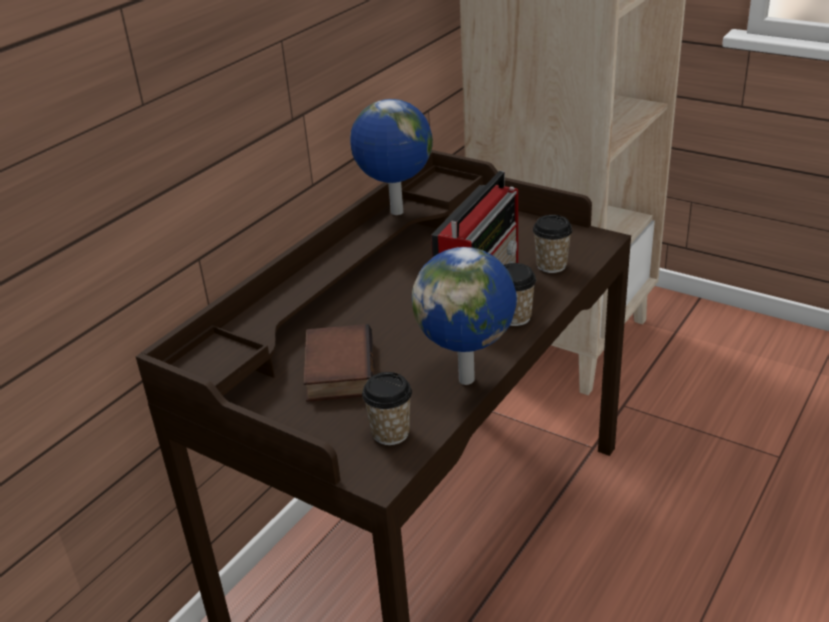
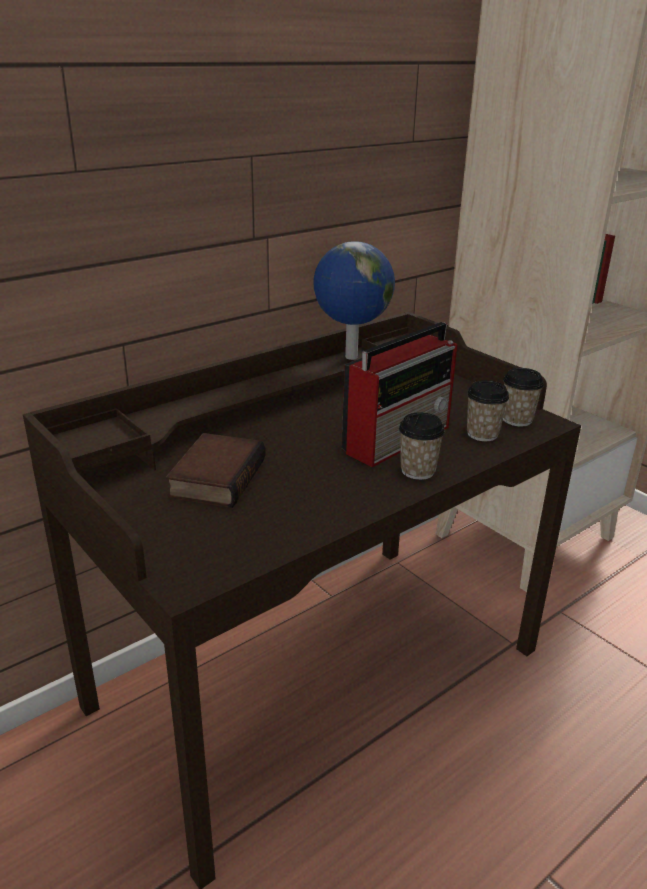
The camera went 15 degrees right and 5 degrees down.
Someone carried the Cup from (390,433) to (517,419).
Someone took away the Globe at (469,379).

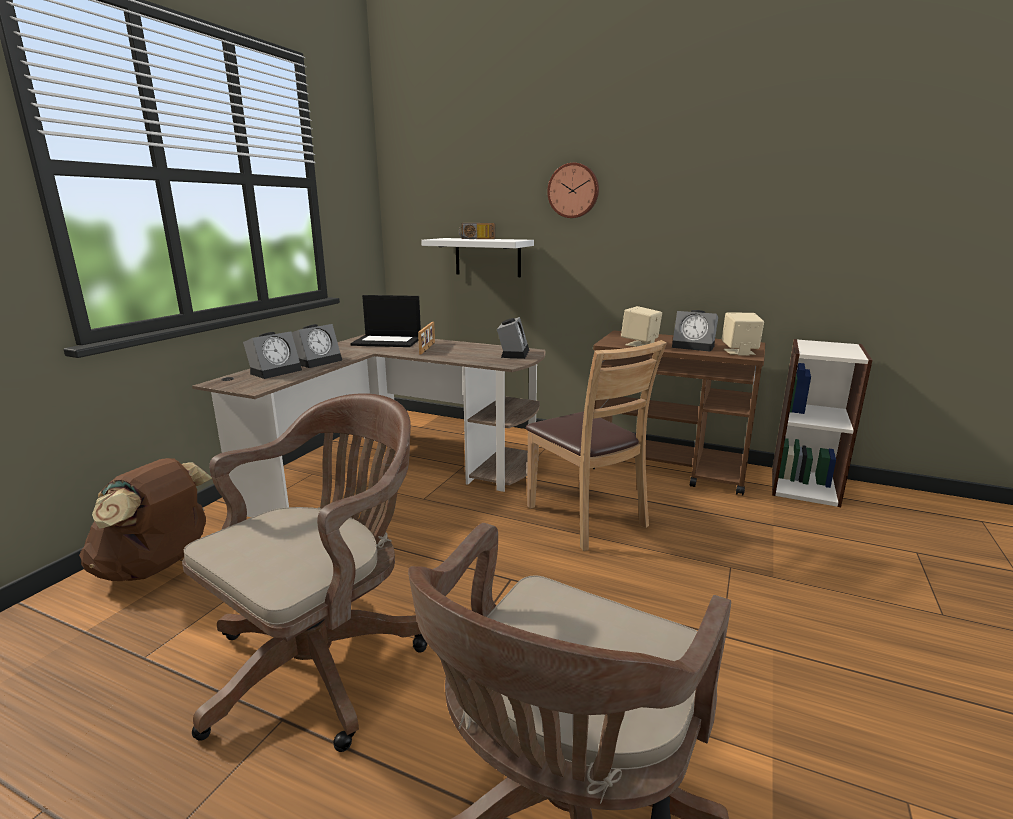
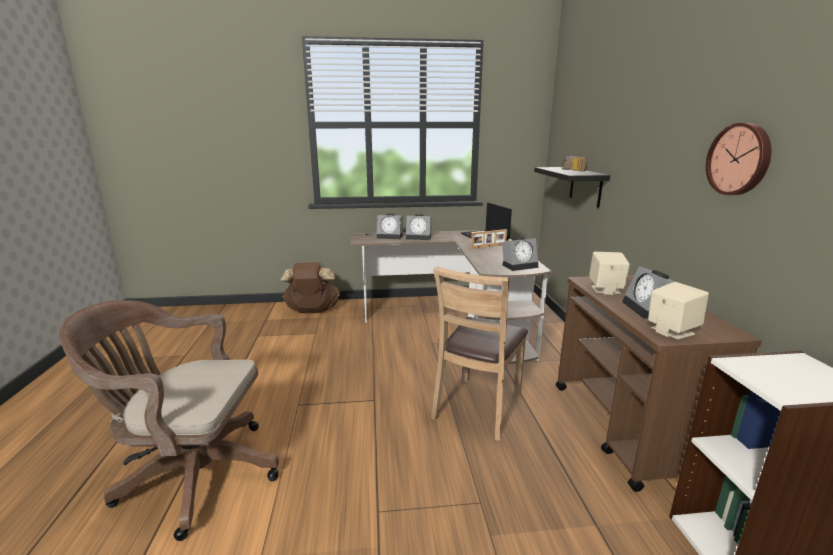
The camera went 60 degrees right and 0 degrees up.
Someone took away the BrownOfficeChair at (324,660).
Someone repainted the WhiteShelf at (487,257), which became the BlackShelf at (585,186).
Someone carried the WallClock from (573,190) to (740,159).

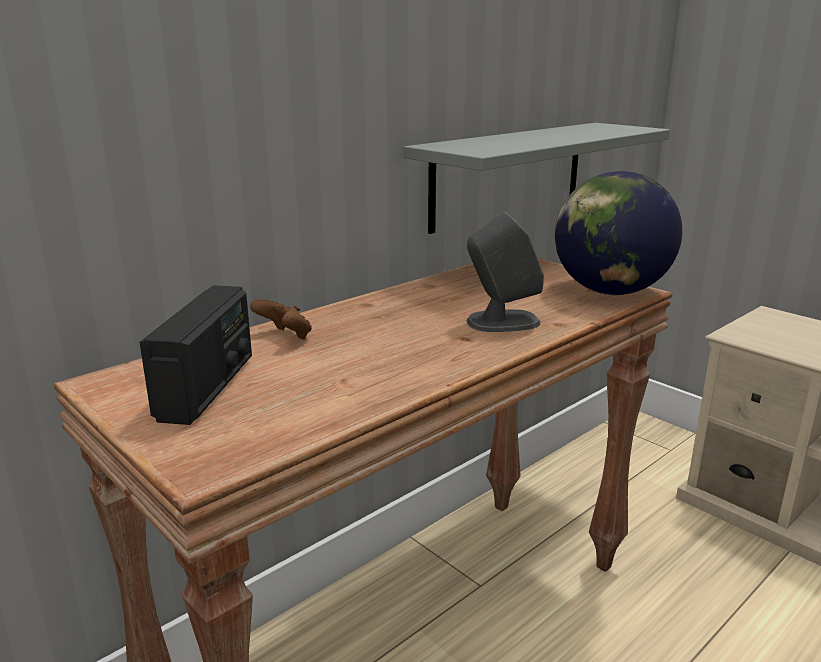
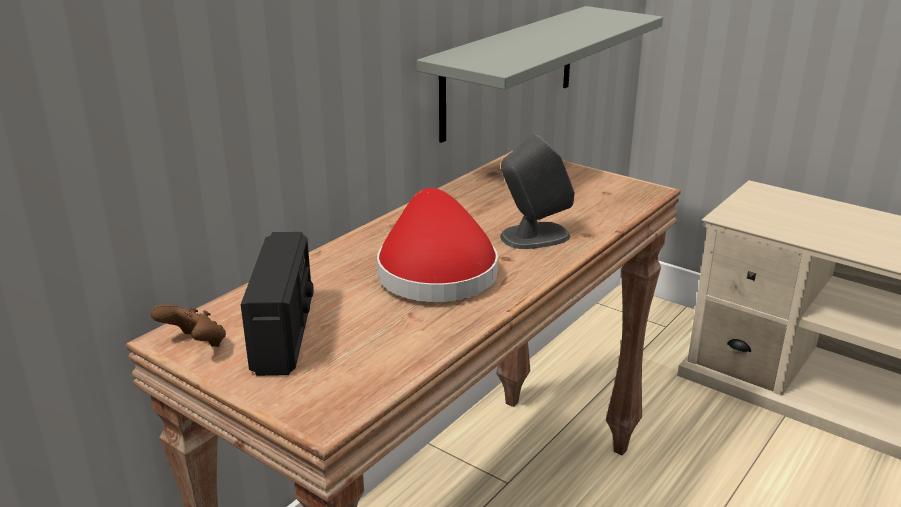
The camera went 10 degrees left and 5 degrees up.
Someone carried the BrownGameController from (285,337) to (195,345).
Someone took away the Globe at (610,291).
Someone put down the RedHat at (435,270).

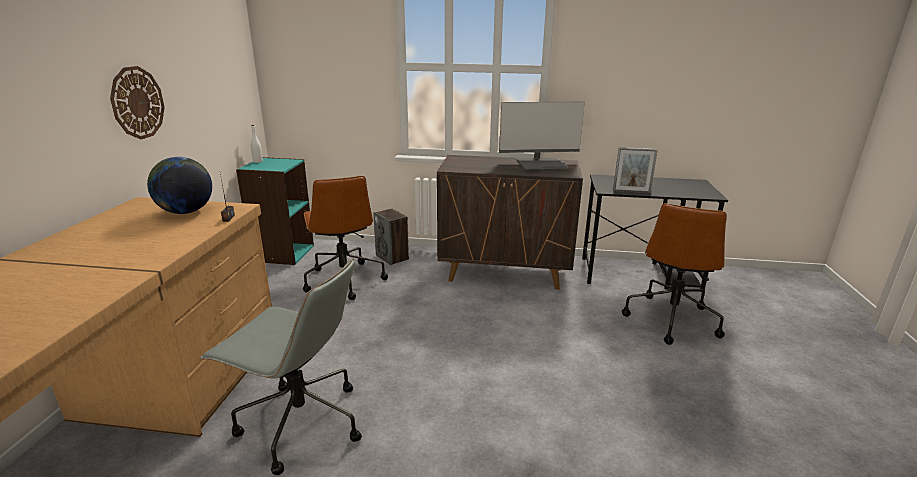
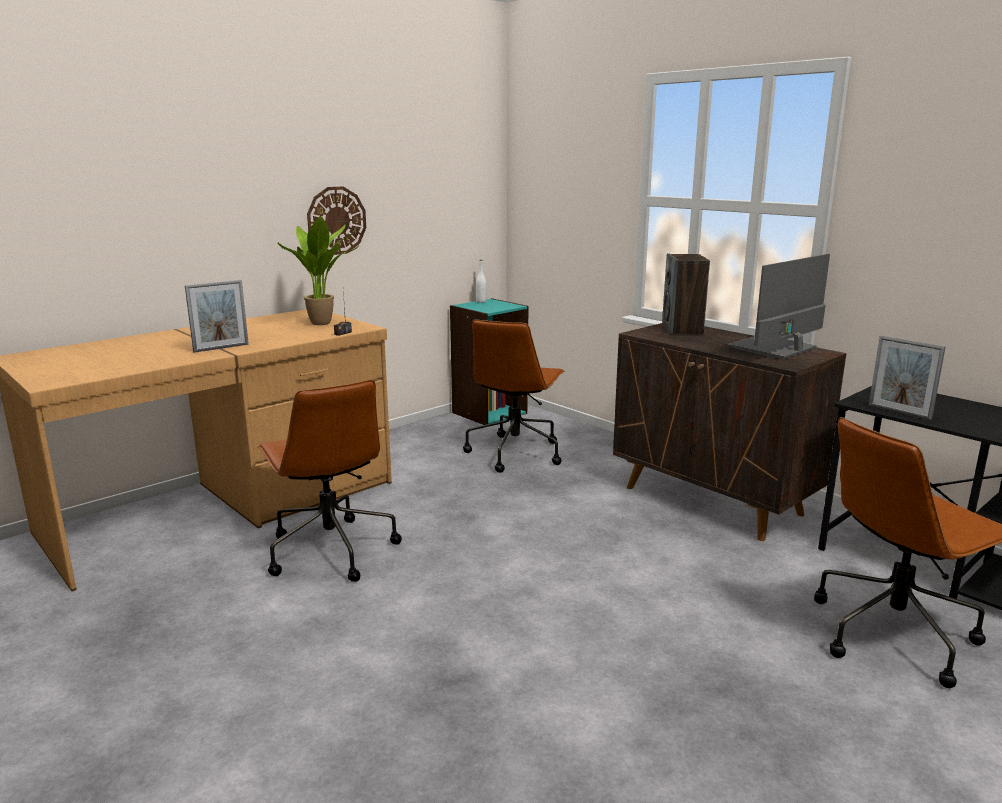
The camera went 40 degrees right and 5 degrees down.
Someone swapped the Globe at (186,212) for the PottedPlant at (324,323).
Someone repainted the GreyOfficeChair at (300,423), which became the BrownOfficeChair at (330,550).
Someone carried the Speaker from (392,257) to (682,329).
Someone rotated the Monitor at (541,164) by 105 degrees clockwise.
Someone put down the PictureFrame at (221,348).

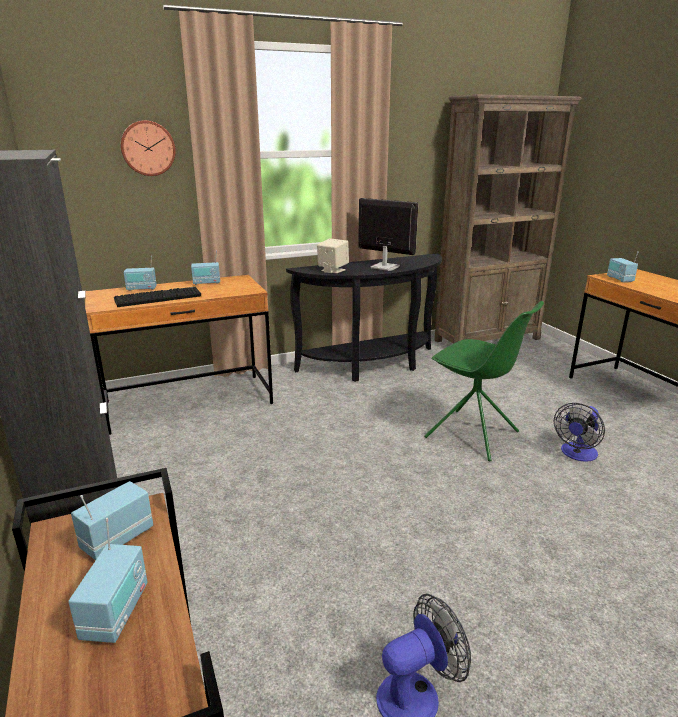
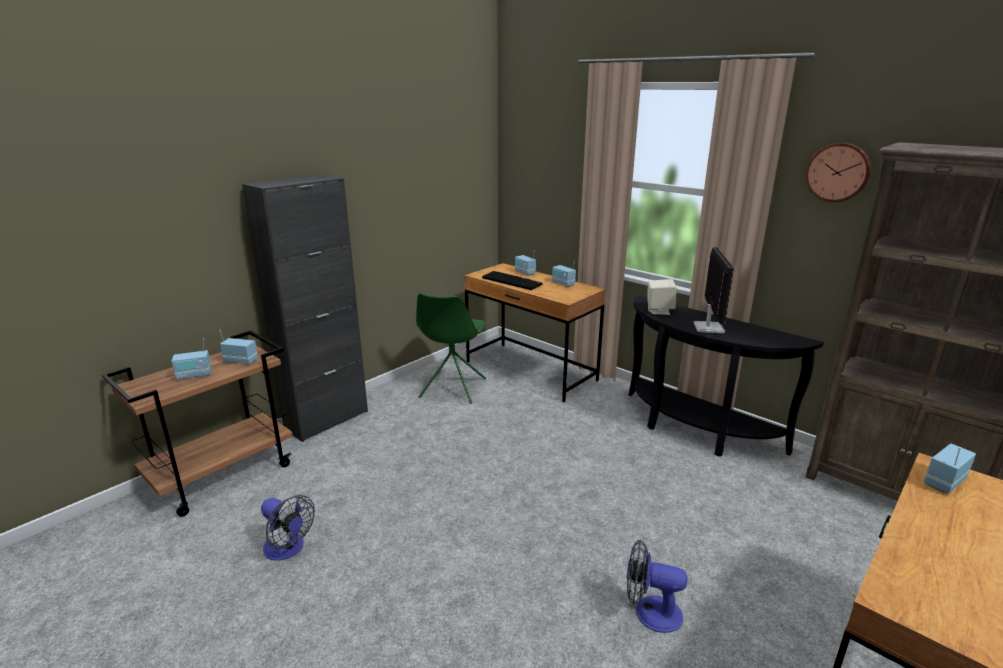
The camera went 65 degrees right and 0 degrees up.
Someone carried the WallClock from (148,148) to (838,172).
Someone carried the GreenChair from (473,435) to (452,388).

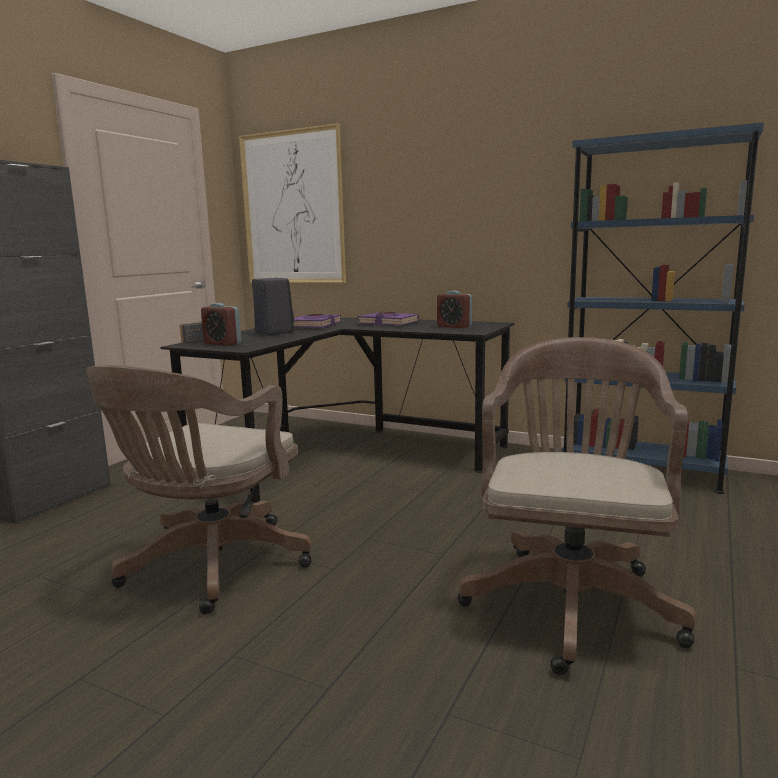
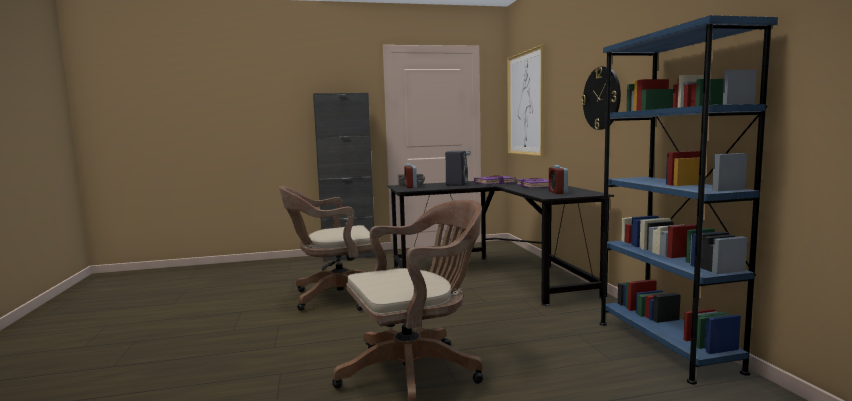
The camera went 50 degrees right and 5 degrees down.
Someone put up the WallClock at (601,98).

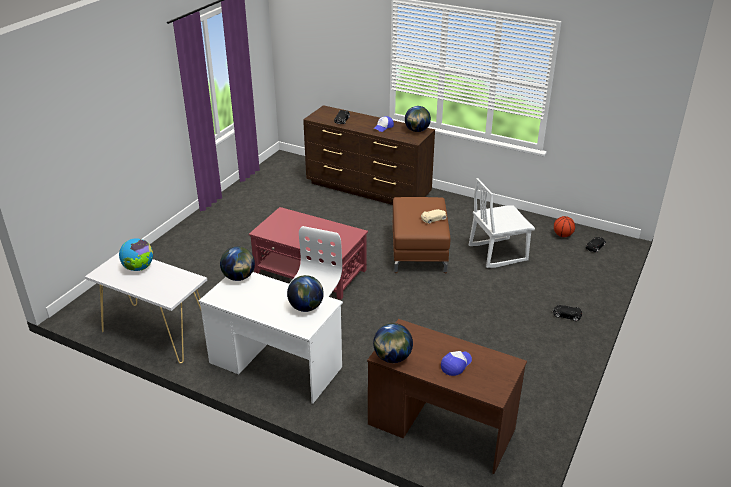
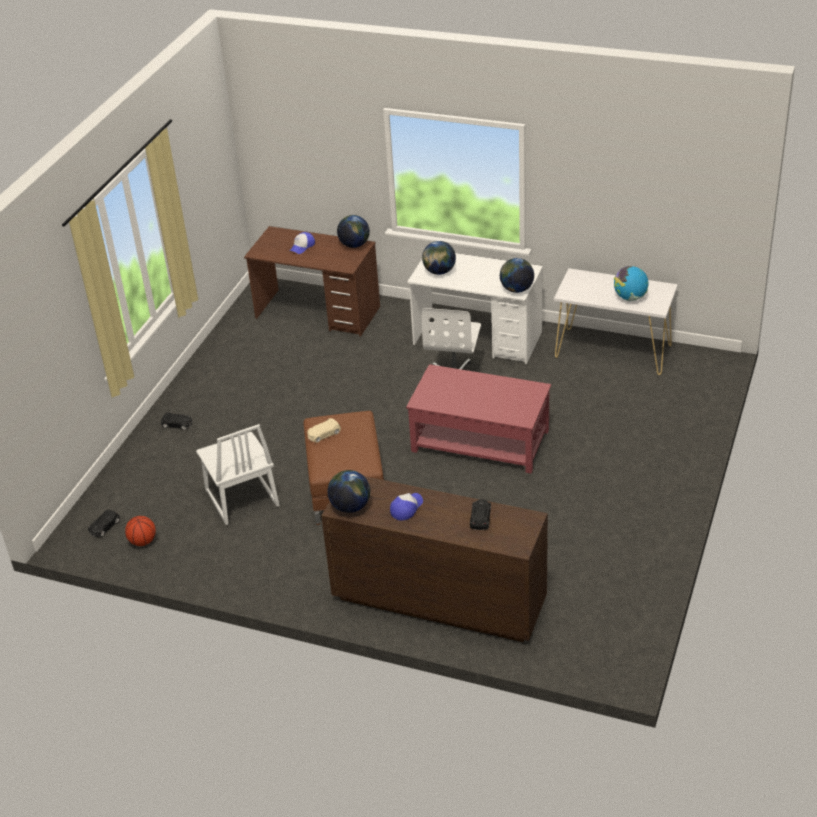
The camera went 175 degrees right and 5 degrees up.
Someone rotated the WhiteChair at (497,253) by 90 degrees clockwise.

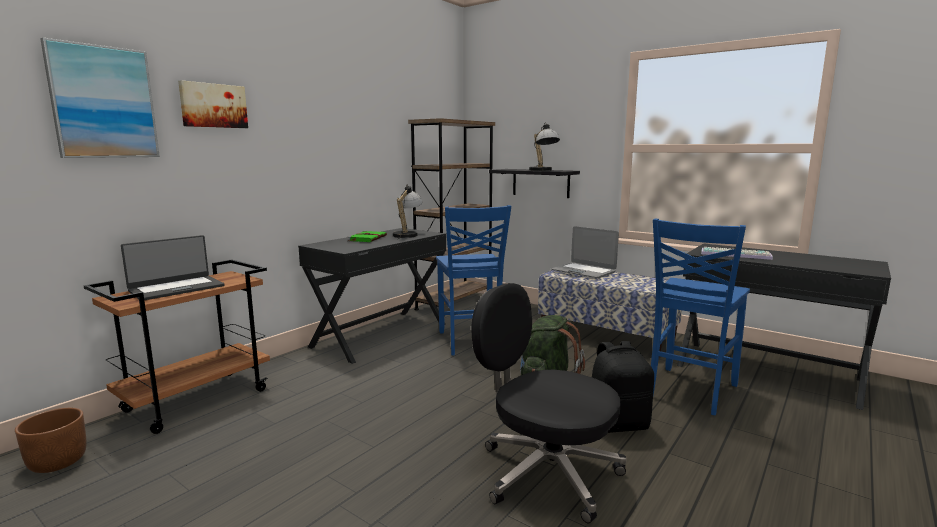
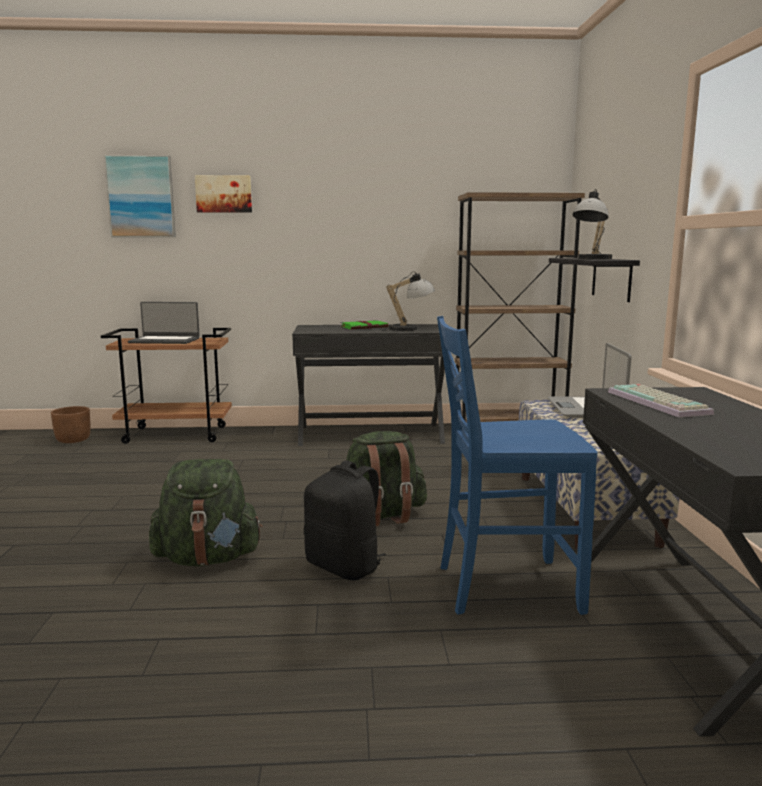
The camera went 50 degrees right and 0 degrees up.
Someone took away the BlueChair at (470,342).
Someone swapped the BlackOfficeChair at (546,472) for the GreenBackpack at (208,558).

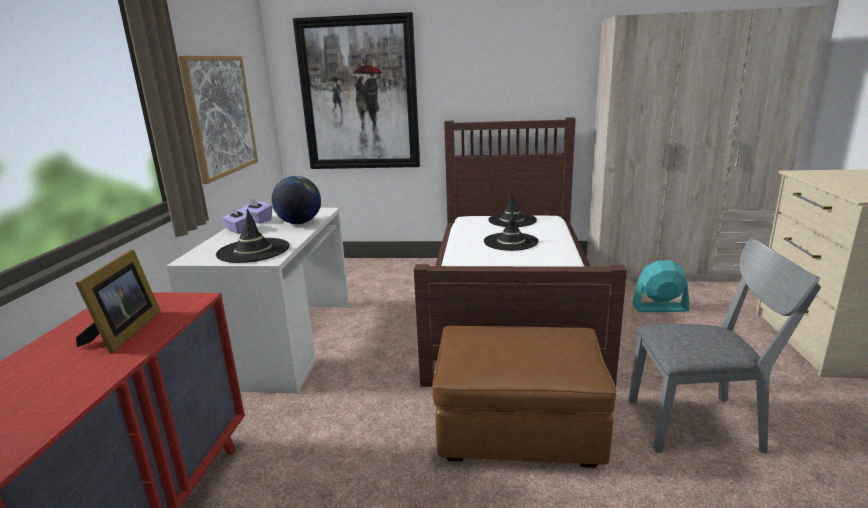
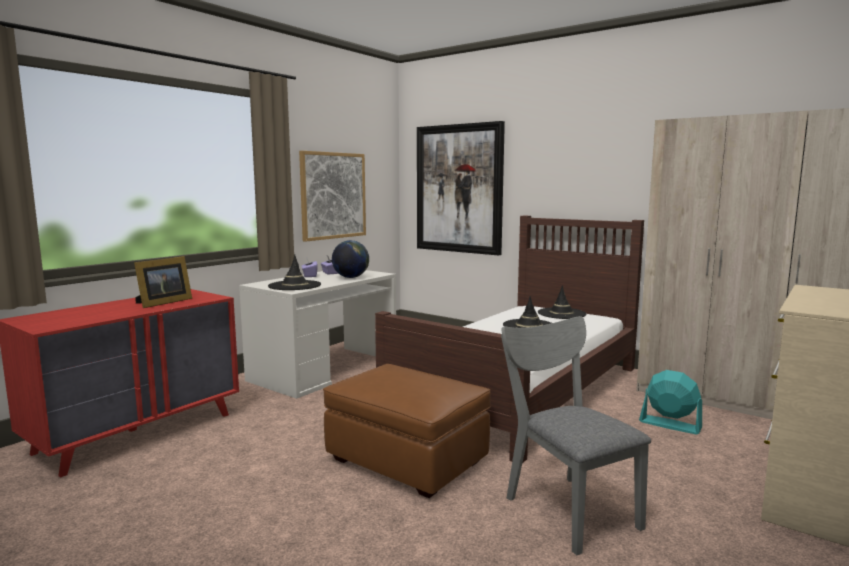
The camera went 30 degrees right and 10 degrees down.
Someone rotated the GreyChair at (703,423) by 150 degrees counterclockwise.

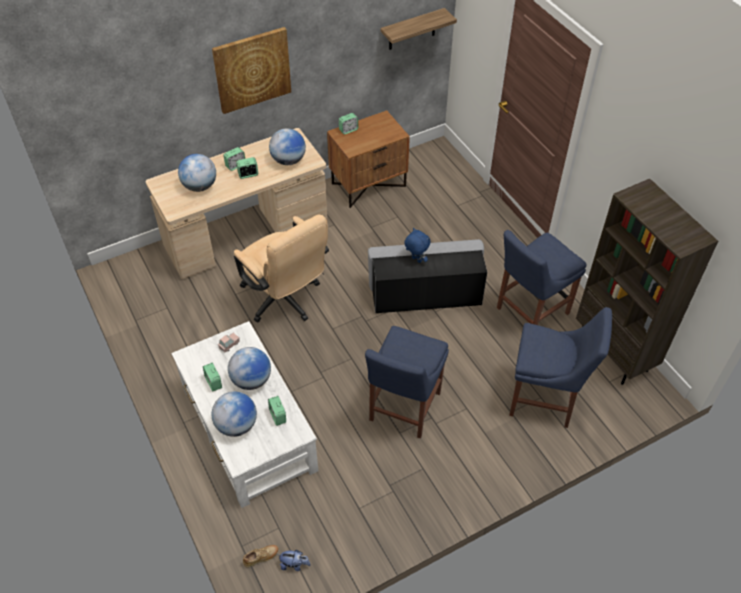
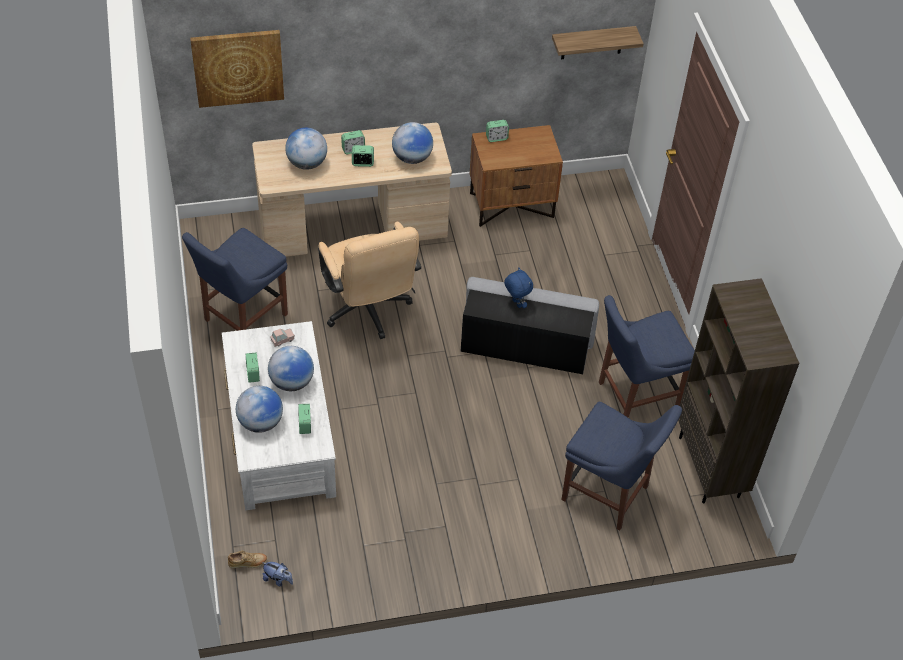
The camera went 15 degrees right and 0 degrees up.
Someone carried the Picture from (252,69) to (238,67).
Someone carried the BlueChair from (403,409) to (242,319).

